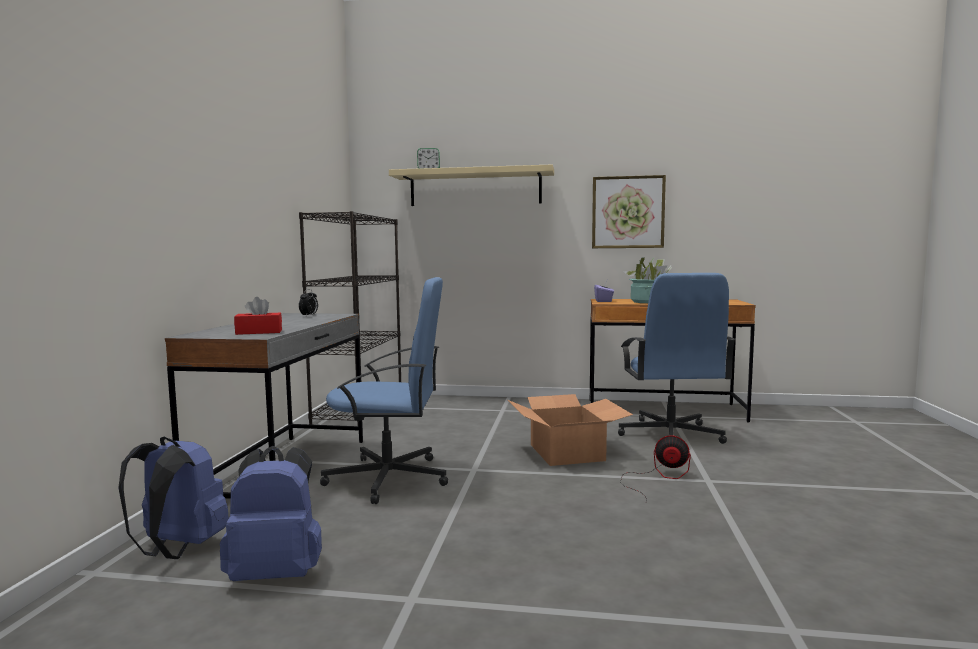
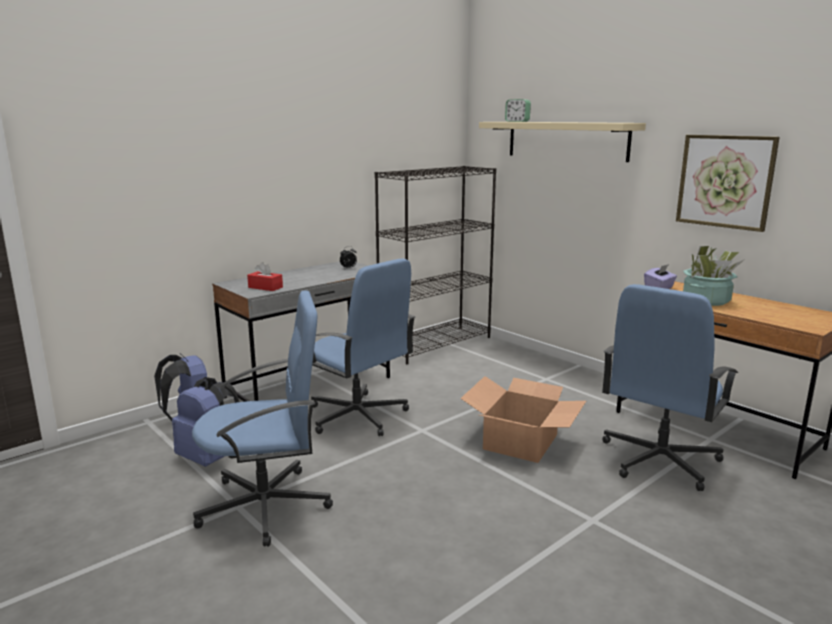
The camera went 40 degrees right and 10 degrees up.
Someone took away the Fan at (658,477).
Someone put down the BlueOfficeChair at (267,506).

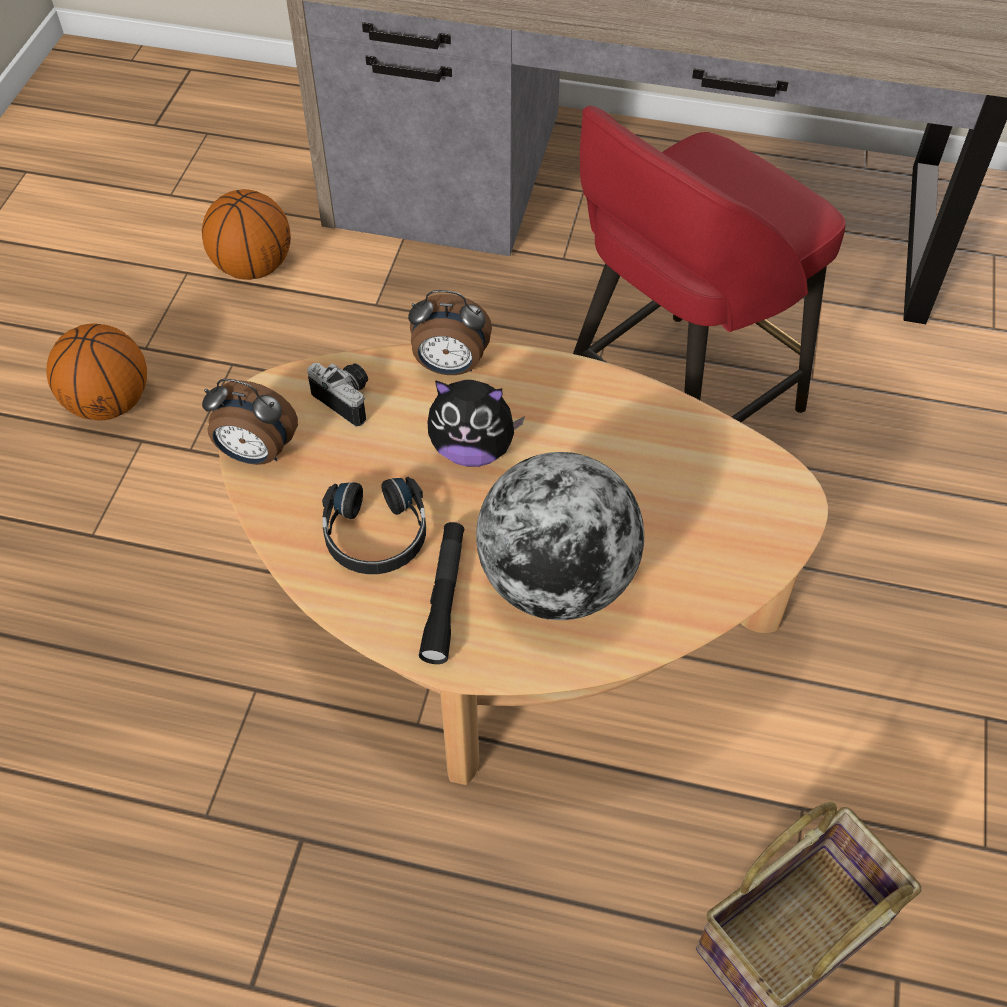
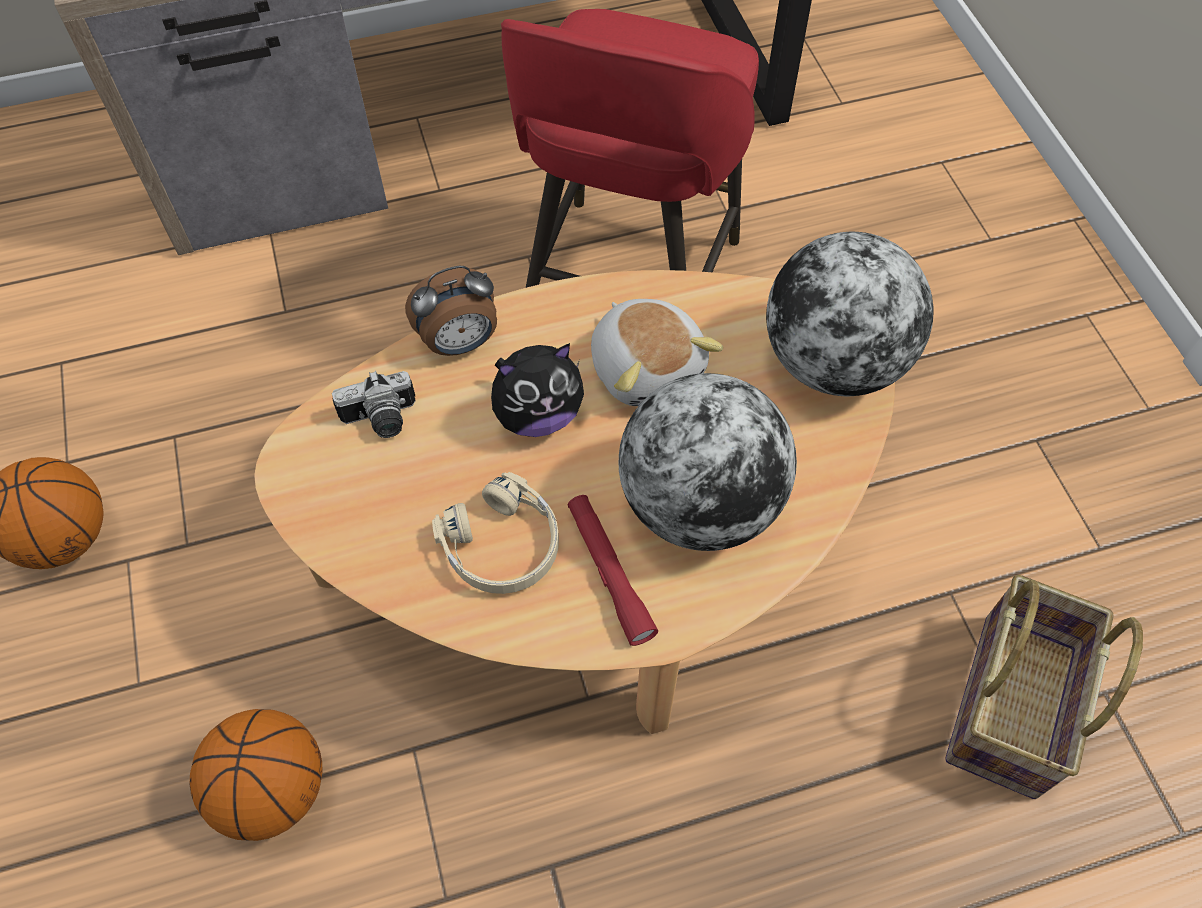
The camera went 30 degrees left and 5 degrees up.
Someone carried the Basketball from (253,267) to (273,789).
Someone took away the AlarmClock at (256,454).
Someone rotated the PhotoCamera at (348,398) by 150 degrees clockwise.
Someone repainted the BlackHeadphones at (376,535), which became the BeigeHeadphones at (503,546).
Someone repainted the BlackFlashlight at (444,597), which became the RedFlashlight at (609,573).
Someone put down the PlushToy at (647,367).
Someone put down the Globe at (833,362).

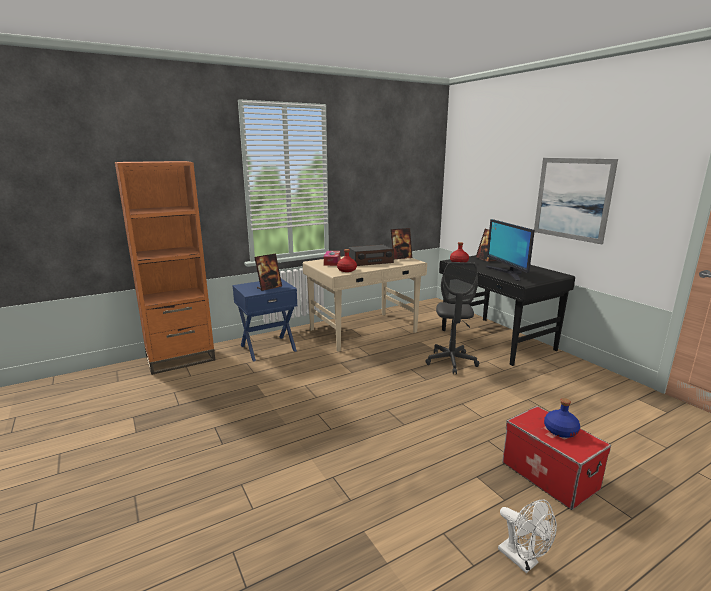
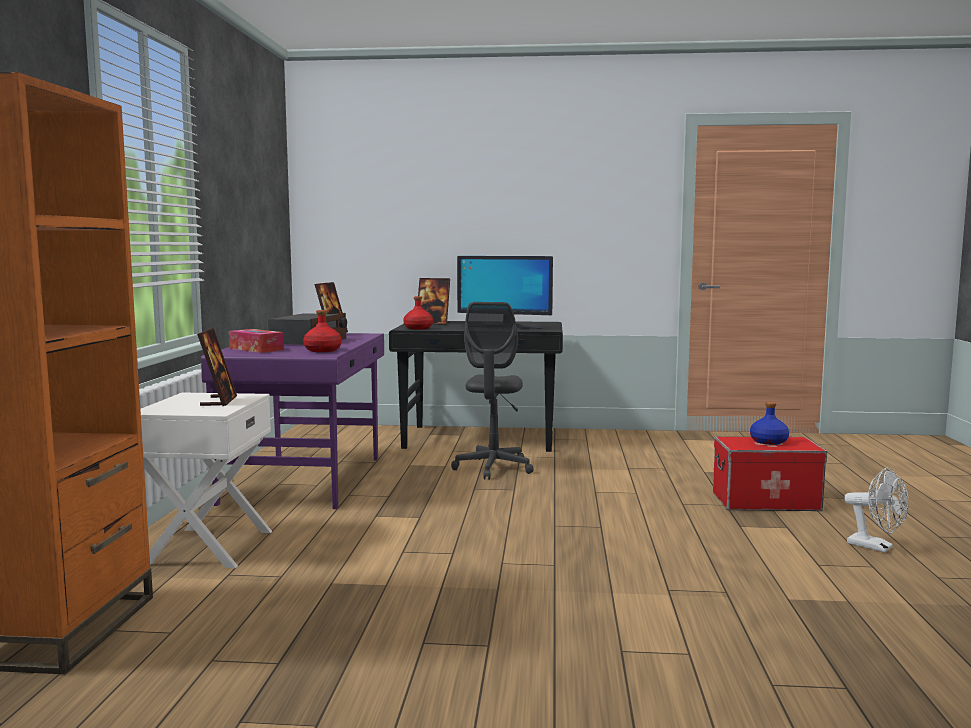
The camera went 55 degrees left and 10 degrees down.
Someone repainted the BlueNightstand at (268,348), which became the WhiteNightstand at (207,547).
Someone repainted the BeigeDesk at (364,331), which became the PurpleDesk at (306,479).
Someone rotated the GreyOfficeChair at (451,362) by 60 degrees clockwise.
Someone rotated the WhiteFan at (523,560) by 45 degrees clockwise.
Someone took away the Picture at (572,199).

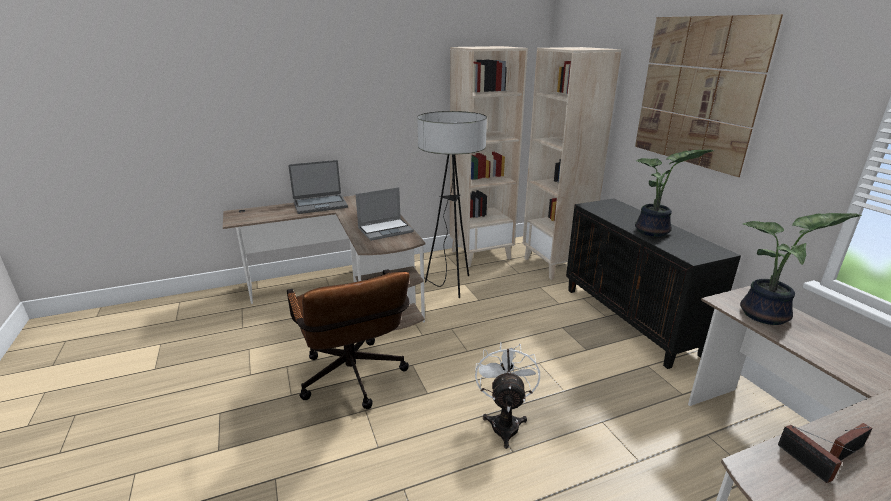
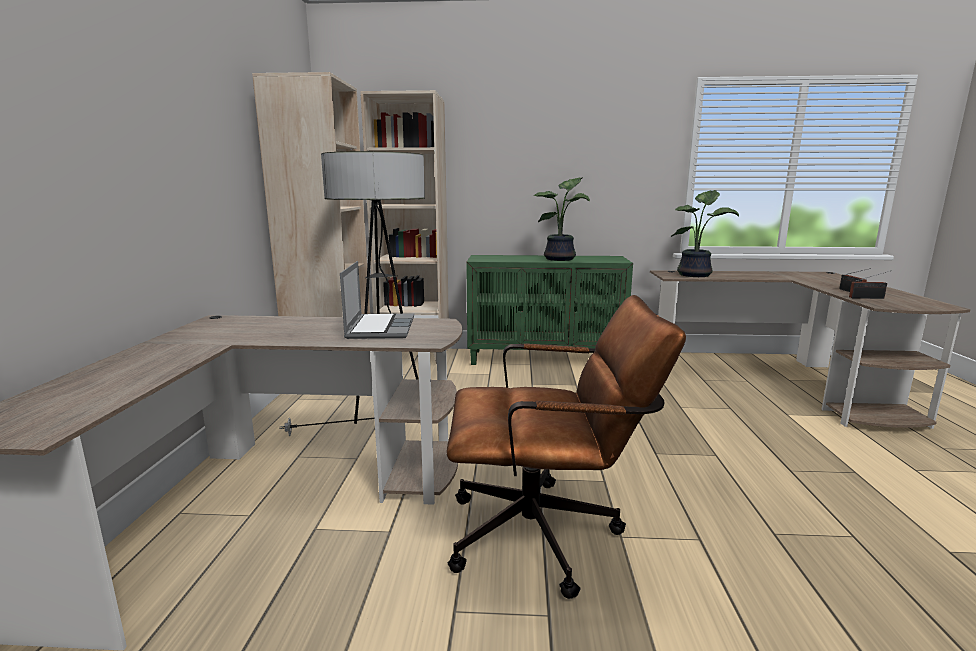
The camera went 65 degrees left and 10 degrees down.
Someone took away the Laptop at (320,205).
Someone took away the WhiteFan at (504,422).
Someone repainted the BlackCabinet at (630,320), which became the GreenCabinet at (545,358).
Someone took away the Picture at (697,92).

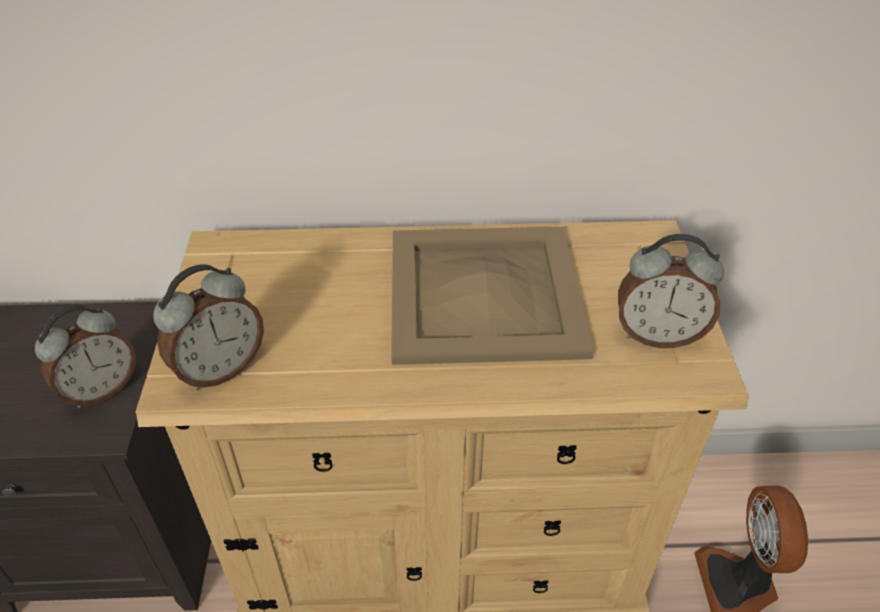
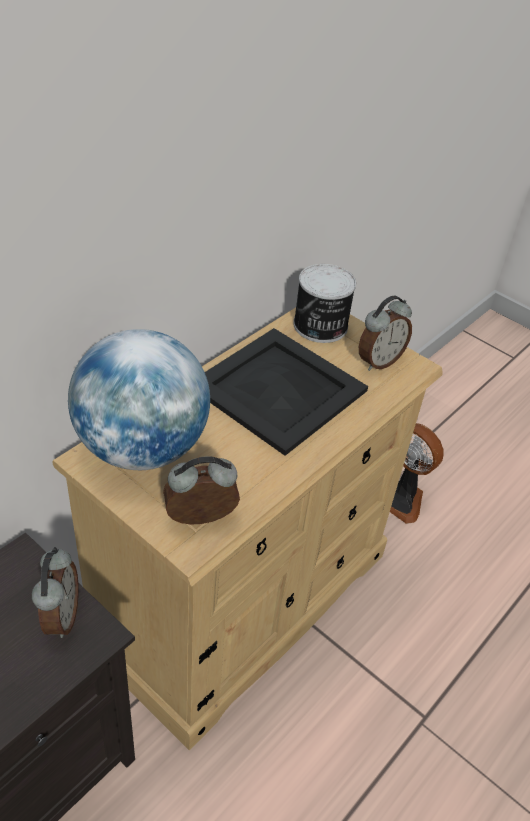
The camera went 50 degrees left and 0 degrees up.
Someone rotated the AlarmClock at (220,369) by 105 degrees counterclockwise.
Someone repainted the BeigeTray at (486,294), which became the BlackTray at (280,389).
Someone put down the Globe at (142,448).
Someone put down the Can at (320,326).

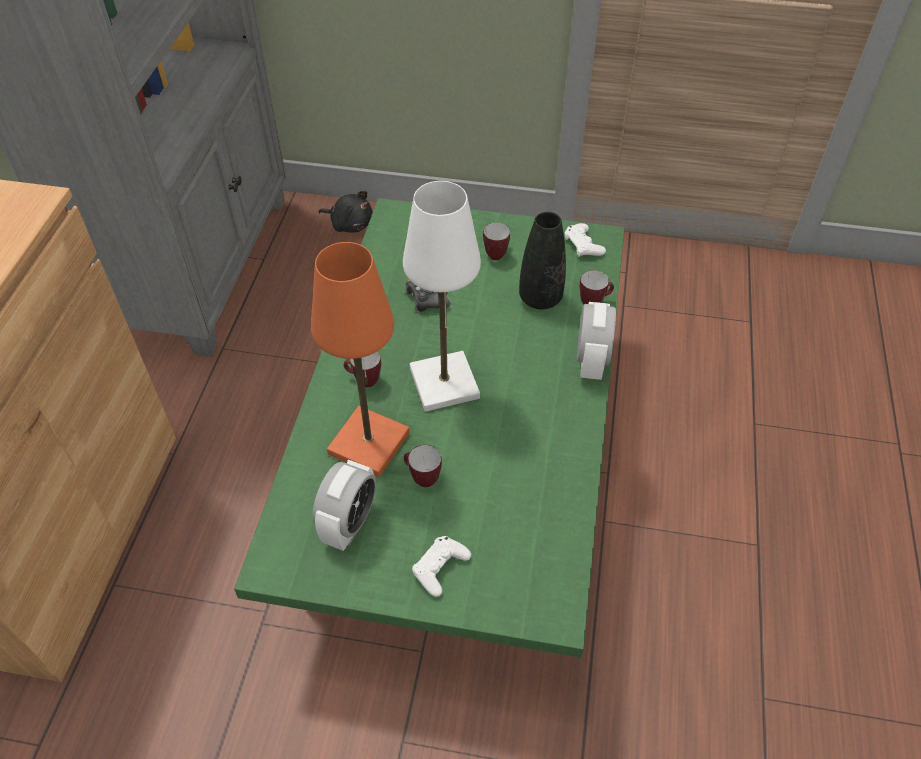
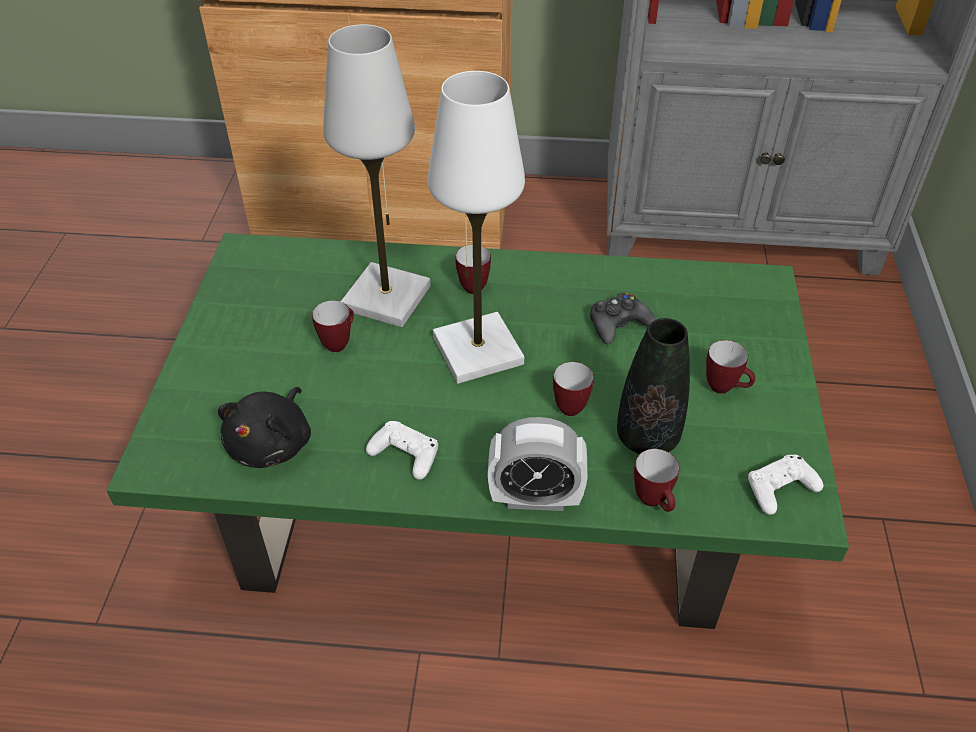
The camera went 85 degrees right and 5 degrees down.
Someone repainted the OrangeTableLamp at (369,443), which became the WhiteTableLamp at (387,298).
Someone took away the AlarmClock at (349,524).
Someone carried the BlackPlushToy from (350,224) to (273,444).
Someone carried the WhiteGameController from (440,568) to (405,454).
Someone put down the Mug at (571,404).

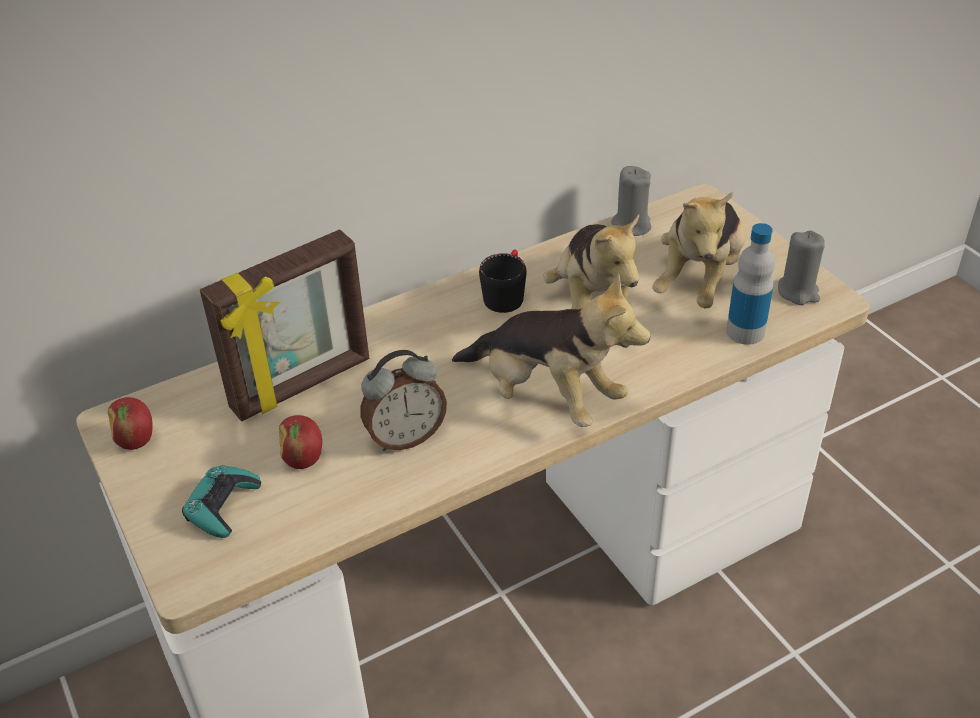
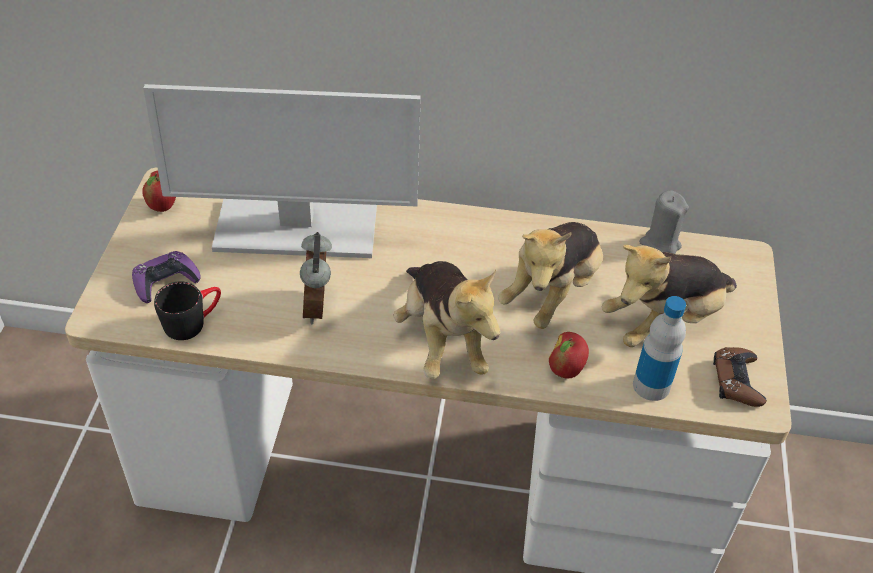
The camera went 35 degrees right and 5 degrees up.
Someone repainted the TurquoiseGameController at (223,506), which became the PurpleGameController at (165,281).
Someone swapped the PictureFrame at (302,385) for the Monitor at (294,229).
Someone carried the Apple from (304,460) to (566,370).
Someone rotated the AlarmClock at (405,437) by 75 degrees clockwise.
Someone carried the BlackMug from (506,294) to (193,321).
Someone swapped the GreyCandle at (798,292) for the BrownGameController at (737,381).

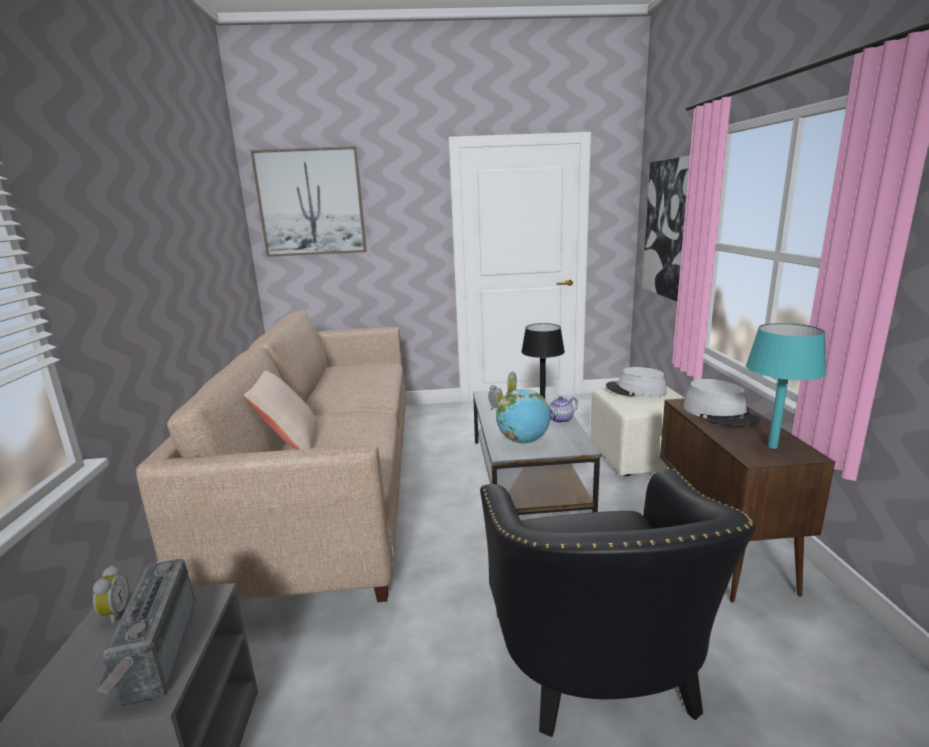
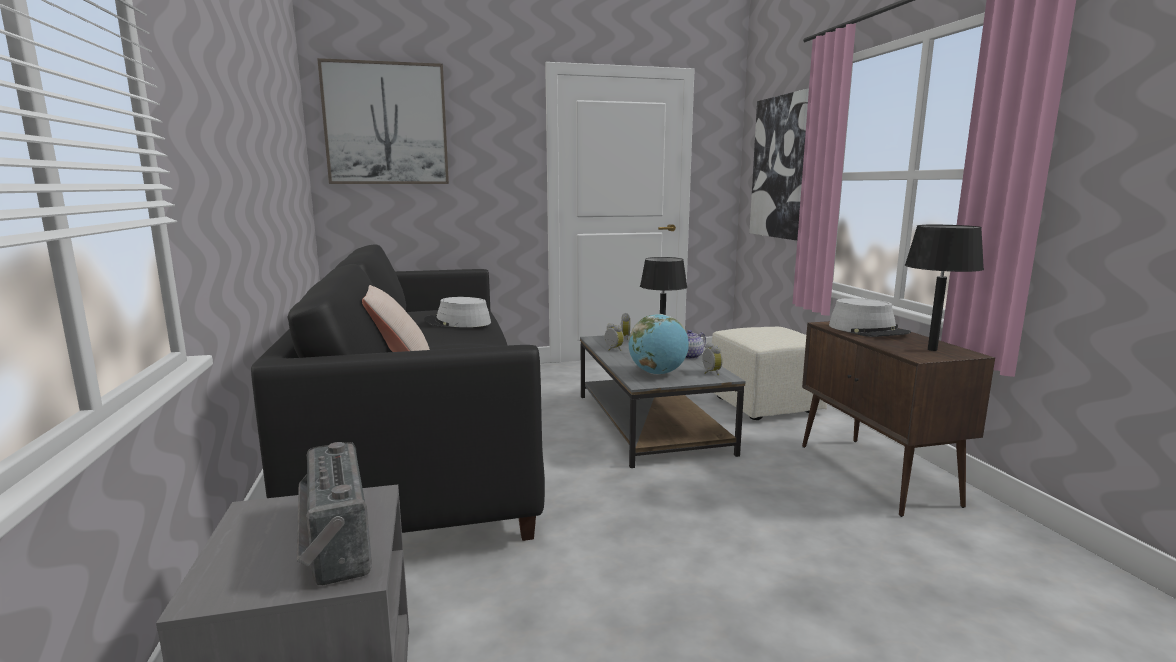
The camera went 10 degrees left and 5 degrees down.
Someone carried the AlarmClock from (114,614) to (710,373).
Someone repainted the BeigeSofa at (328,489), which became the BlackSofa at (421,444).
Someone took away the BlackArmchair at (599,668).
Someone carried the GreyHat from (635,390) to (457,322).
Someone repainted the TurquoiseTableLamp at (772,446), which became the BlackTableLamp at (932,349).

